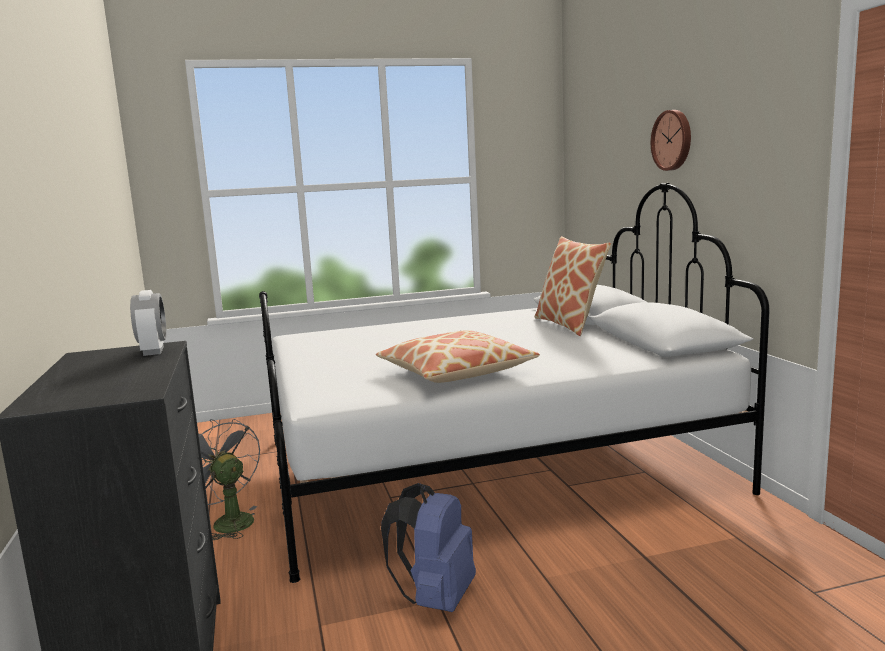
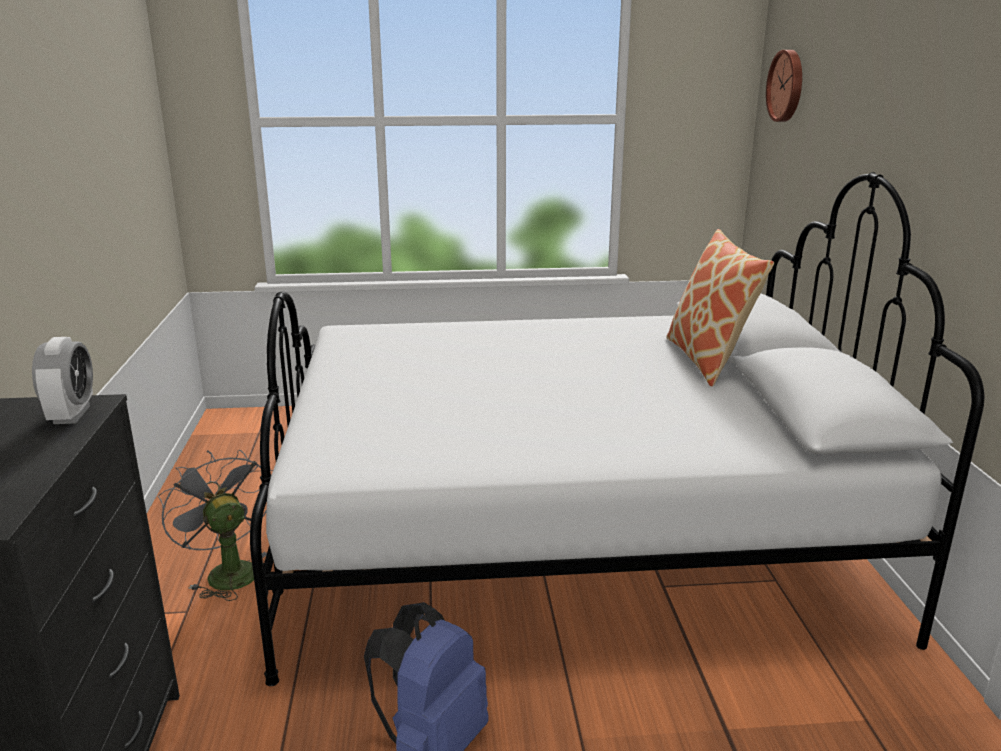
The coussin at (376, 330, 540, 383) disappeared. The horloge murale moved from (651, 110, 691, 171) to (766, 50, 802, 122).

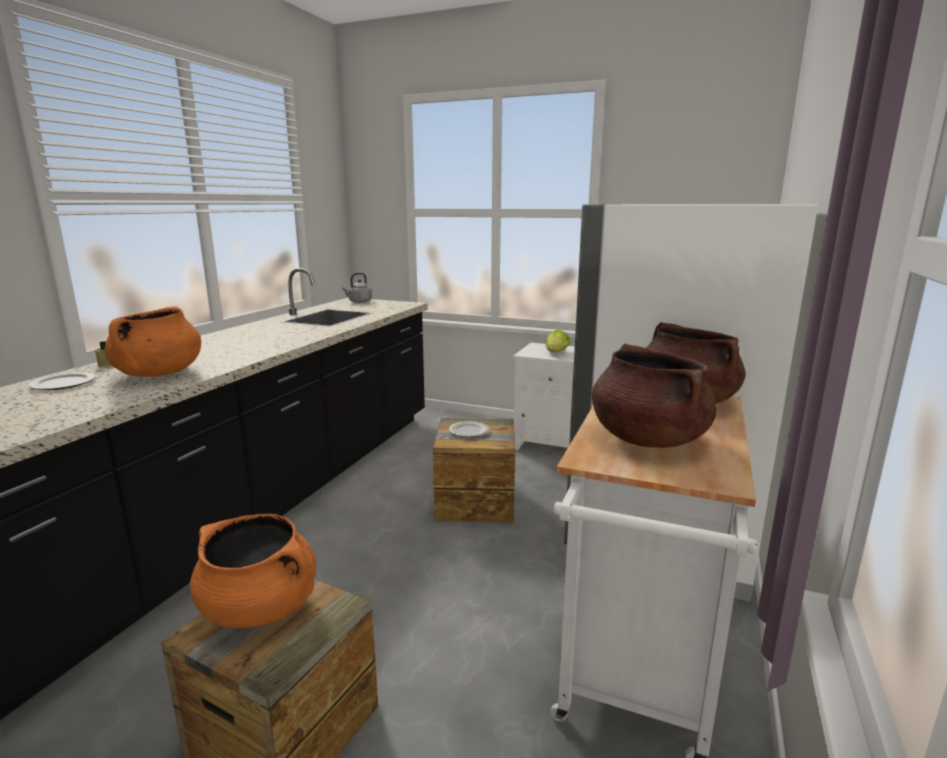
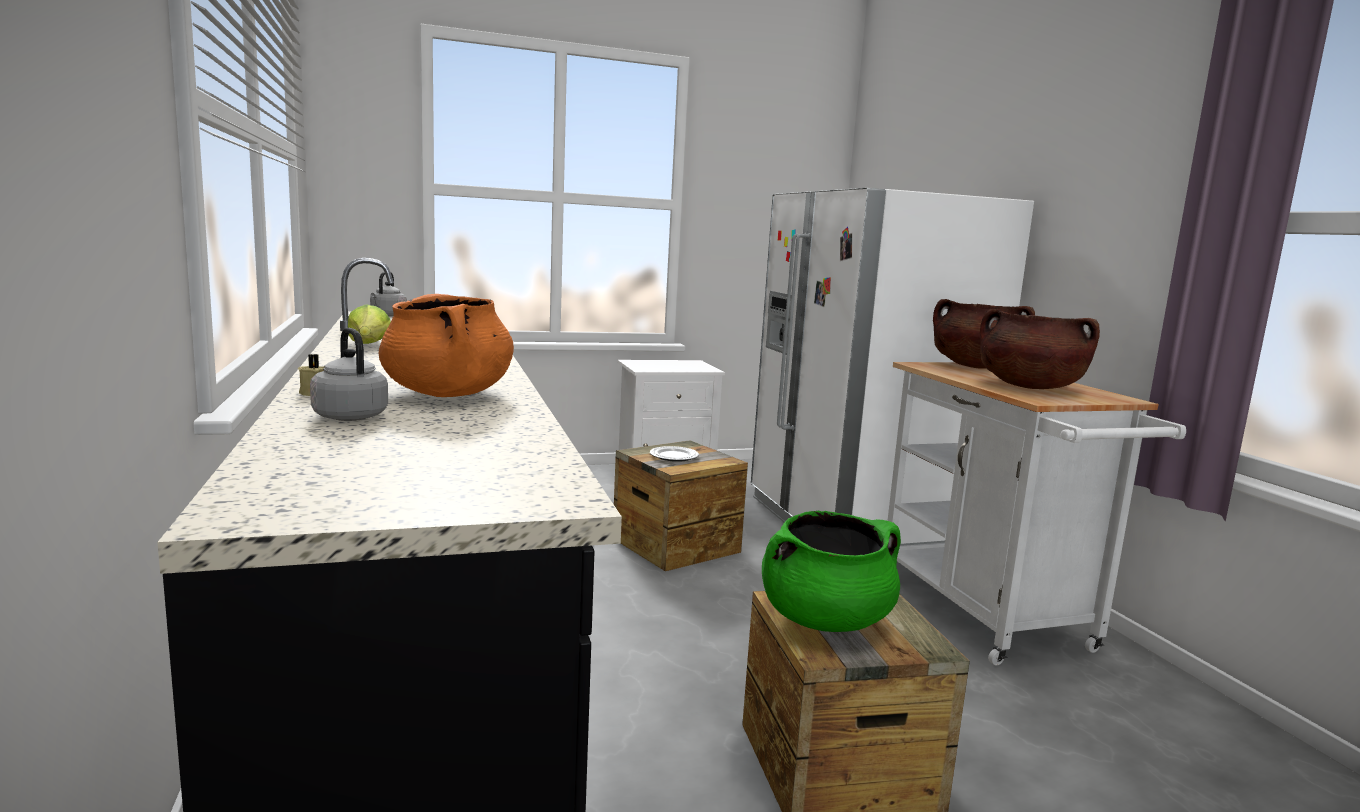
The assiette at (28, 372, 95, 390) was replaced by the bouilloire/gris at (310, 328, 388, 421). The marmite/orange at (190, 514, 316, 628) became the marmite/vert at (762, 510, 901, 632). The laitue moved from (546, 330, 571, 352) to (348, 304, 391, 344).

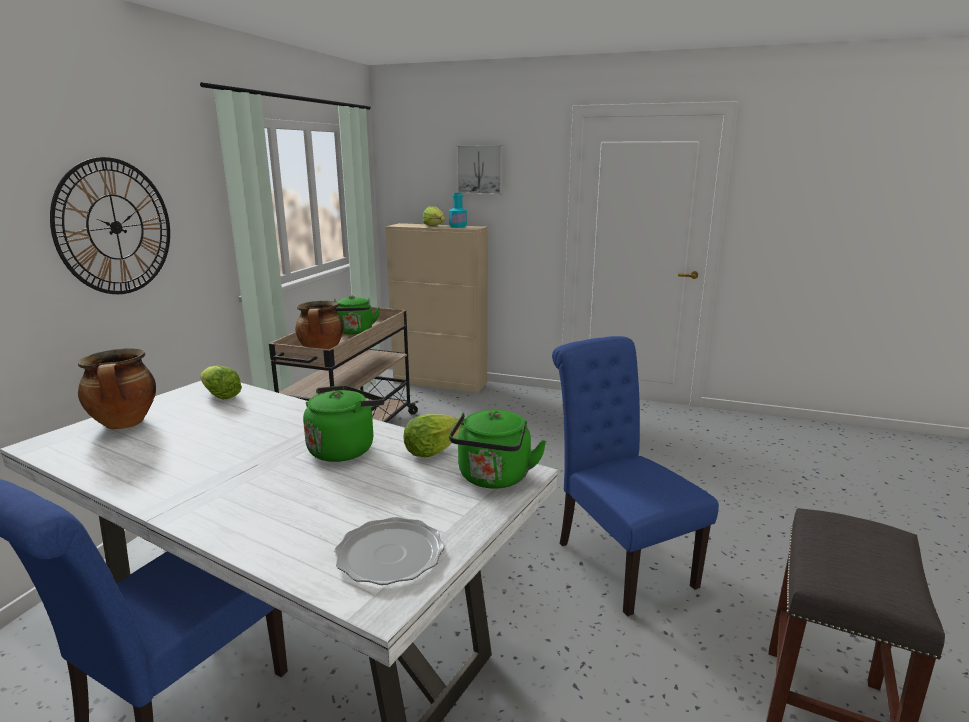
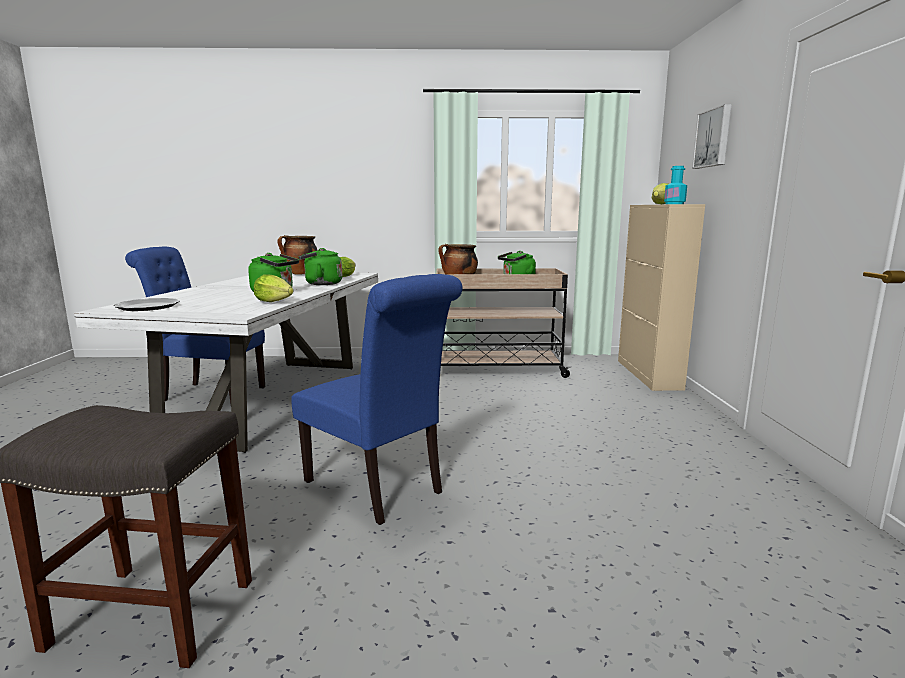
The horloge murale at (50, 157, 170, 294) disappeared. The bouilloire/vert moved from (449, 410, 547, 489) to (299, 248, 342, 285). The chaise/bleu at (552, 336, 719, 616) turned 90 degrees clockwise.

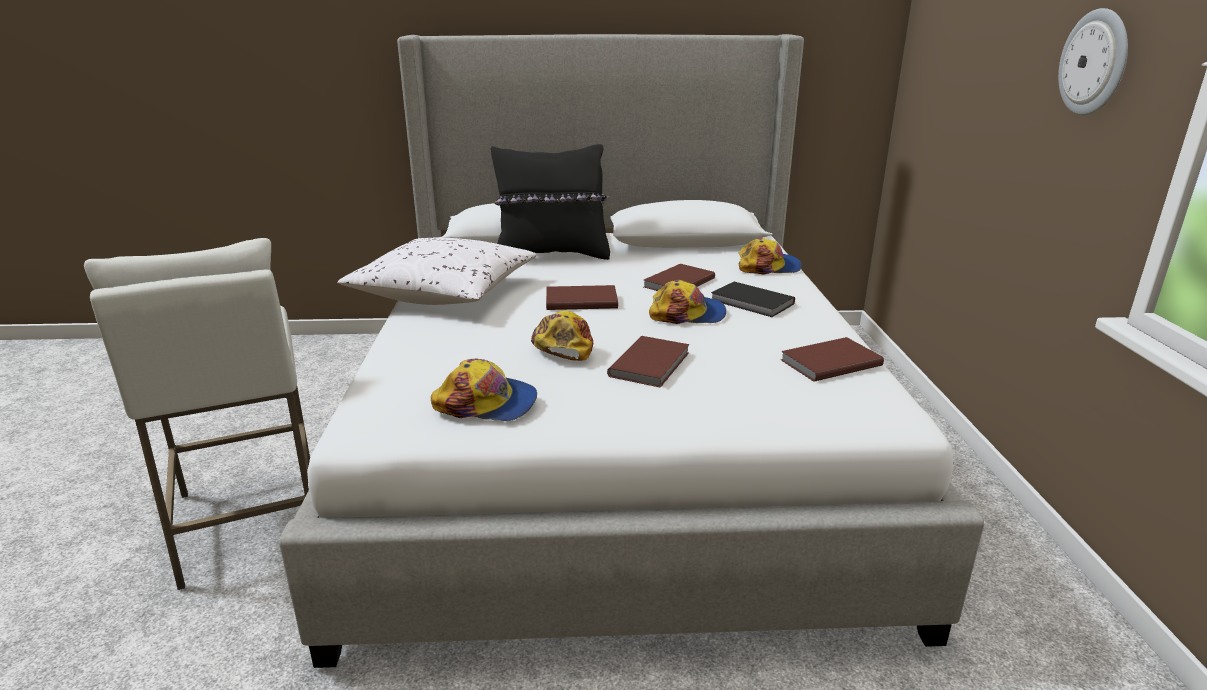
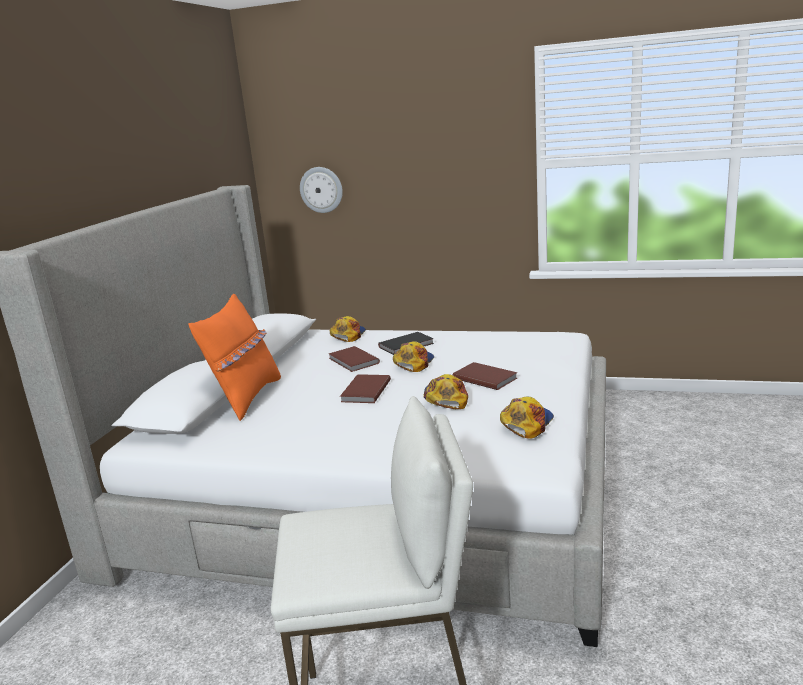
The coussin/blanc at (337, 238, 536, 305) disappeared. The coussin/noir at (491, 144, 610, 260) became the coussin/orange at (188, 294, 281, 421). The casquette at (531, 311, 593, 361) turned 75 degrees clockwise. The livre/marron at (781, 337, 884, 382) disappeared. The horloge murale moved from (1058, 8, 1128, 115) to (300, 167, 343, 213).

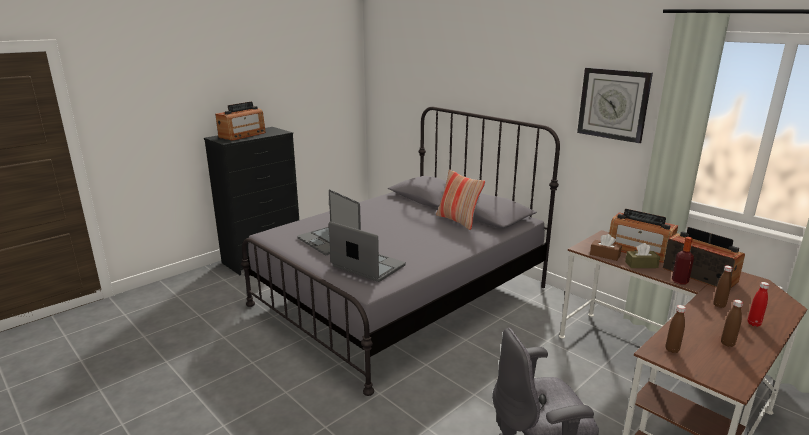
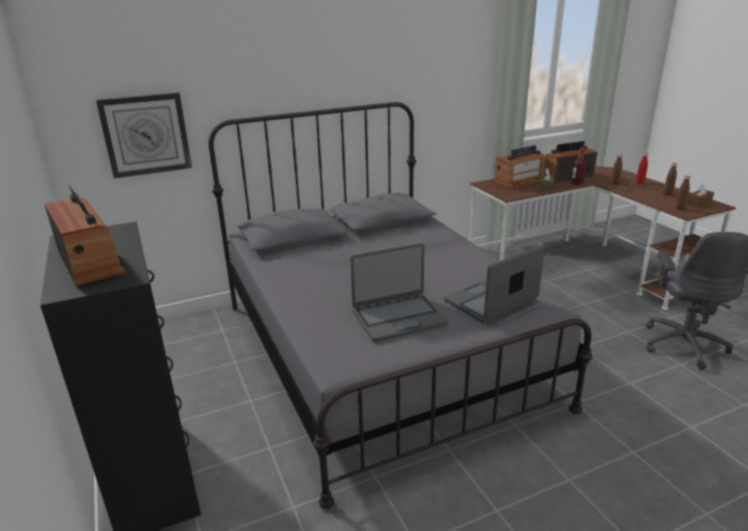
The coussin at (436, 170, 485, 230) disappeared. The horloge murale moved from (577, 67, 653, 143) to (96, 92, 192, 178). The boîte à mouchoirs/marron moved from (590, 234, 622, 261) to (687, 183, 714, 208).

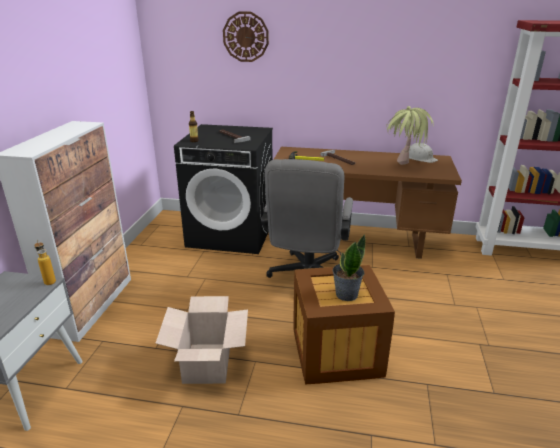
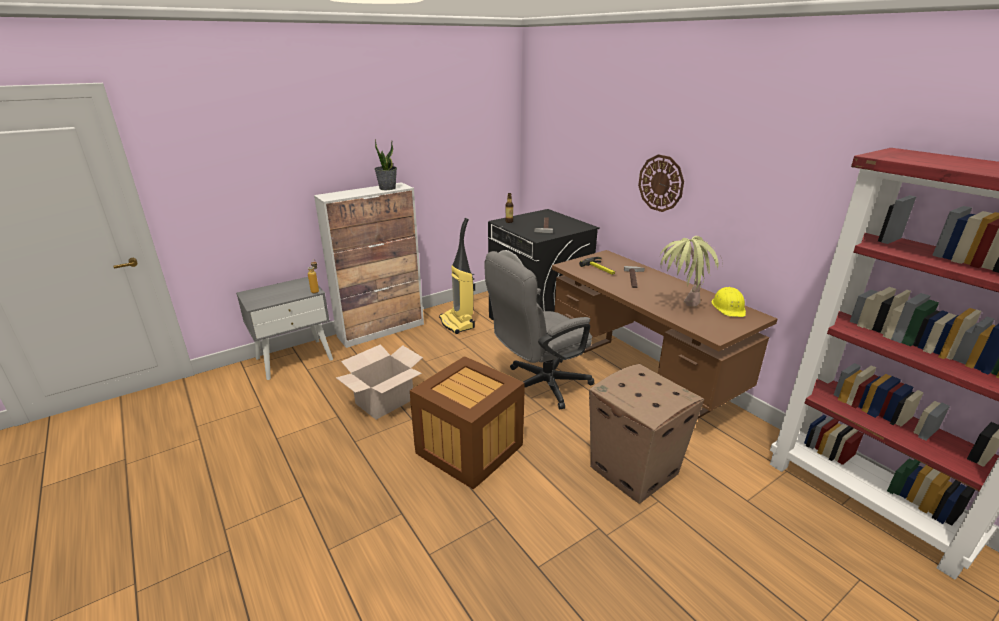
The horloge murale moved from (223, 12, 269, 62) to (638, 154, 684, 212). The plante en pot moved from (333, 234, 365, 301) to (375, 139, 397, 190). The casque de chantier/blanc at (409, 143, 438, 163) became the casque de chantier/jaune at (712, 287, 746, 317). The aspirateur at (439, 218, 475, 334) appeared. The carton at (589, 364, 704, 504) appeared.

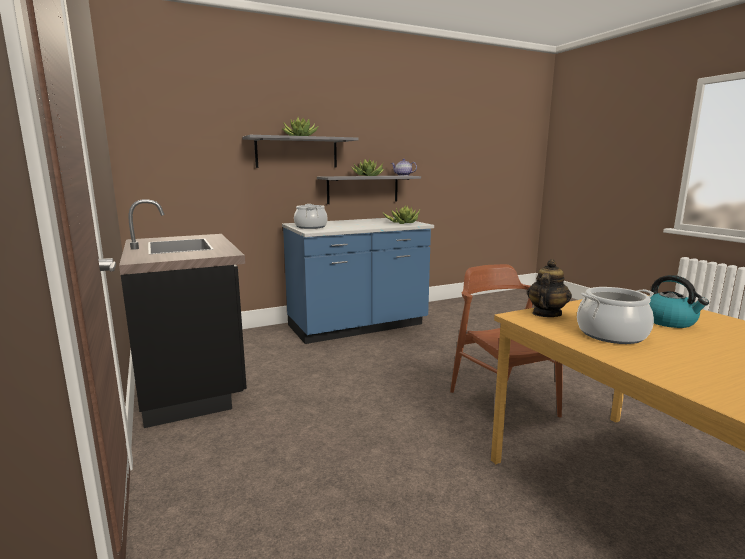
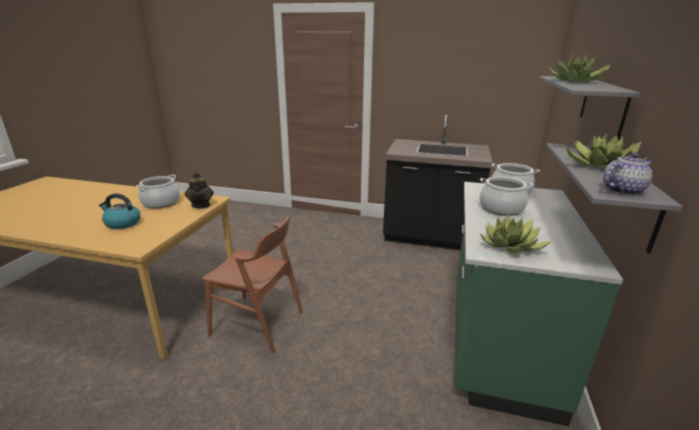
The comptoir de cuisine/bleu at (282, 217, 434, 344) became the comptoir de cuisine/vert at (454, 182, 623, 426). The marmite at (480, 177, 534, 216) appeared.

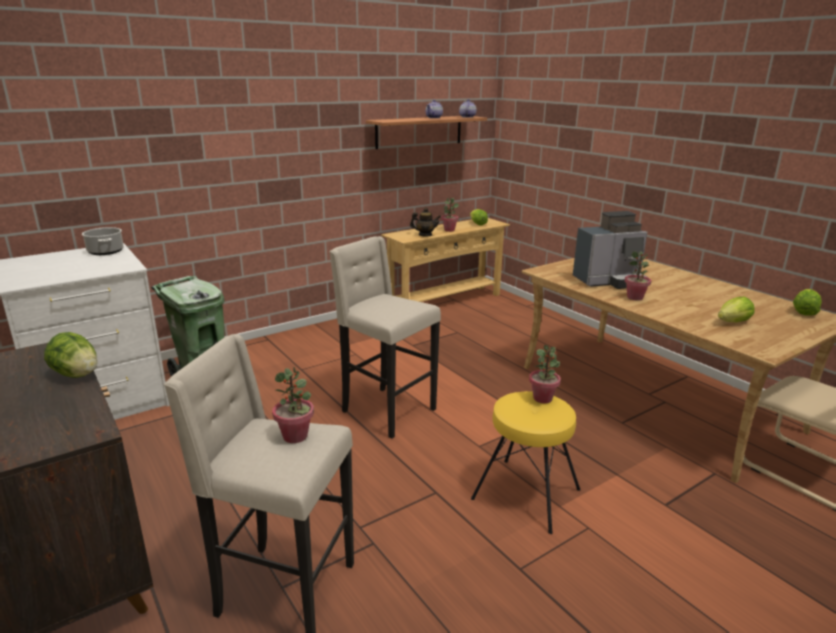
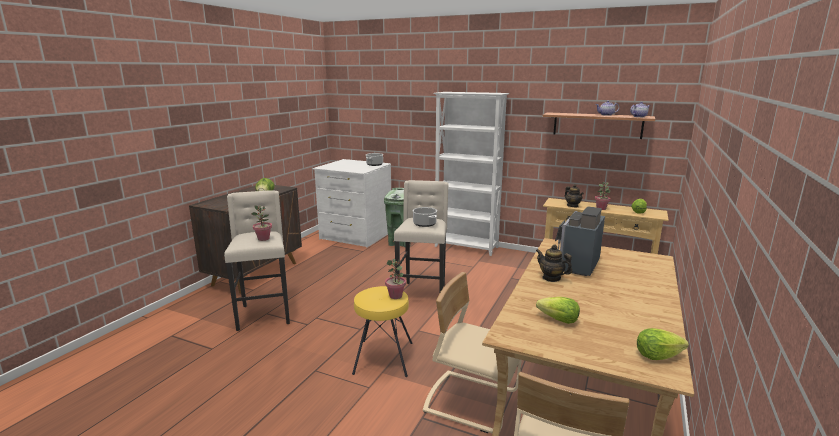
The machine à café at (573, 211, 647, 289) turned 75 degrees clockwise. The plante en pot at (625, 251, 652, 301) was replaced by the théière at (536, 244, 572, 282). The marmite at (412, 207, 437, 227) appeared. The chaise/beige at (423, 272, 522, 433) appeared. The bibliothèque/blanc at (433, 92, 509, 256) appeared.

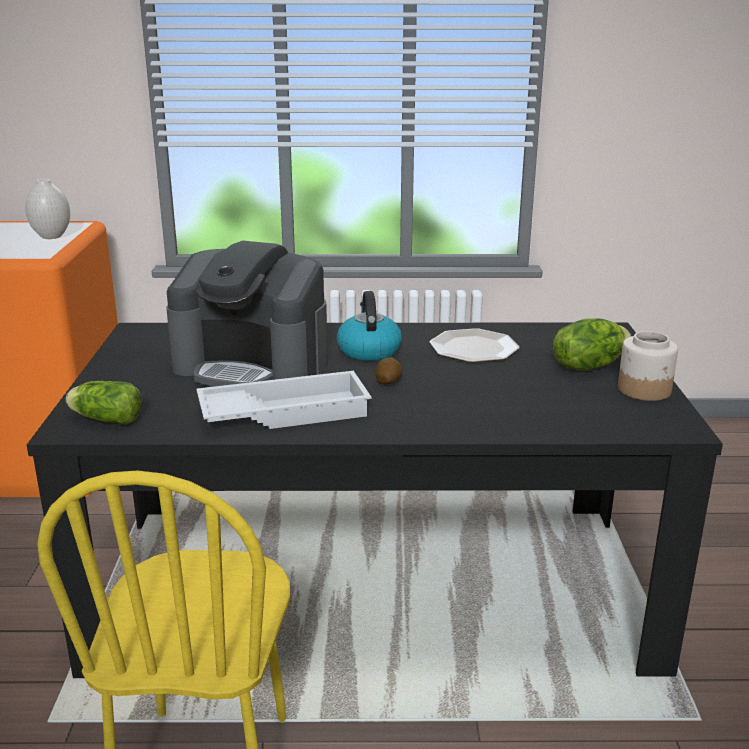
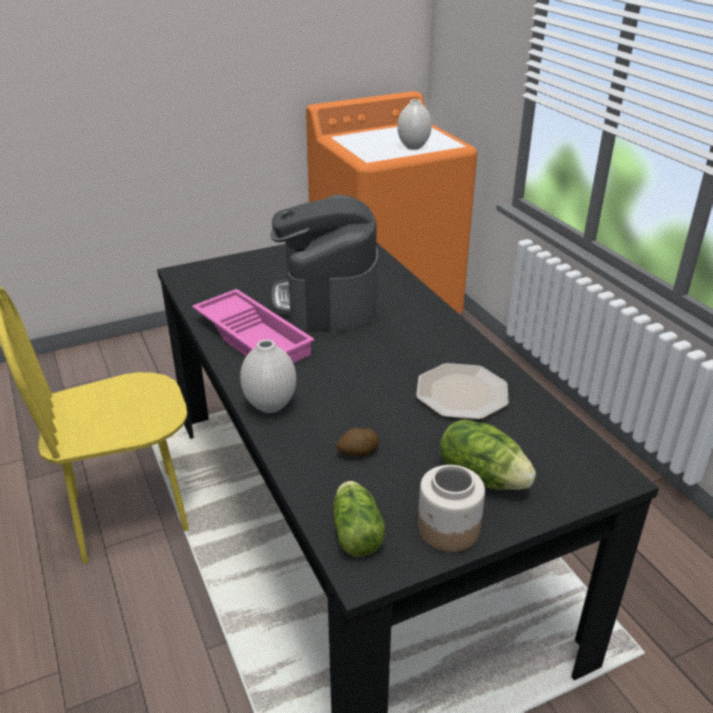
The laitue moved from (66, 381, 141, 425) to (333, 481, 385, 557). The plateau/blanc at (196, 371, 371, 429) became the plateau/rose at (192, 289, 315, 363). The bouilloire at (337, 291, 402, 361) disappeared. The pomme de terre moved from (375, 357, 403, 384) to (336, 428, 379, 457). The vase/blanc at (240, 340, 296, 413) appeared.

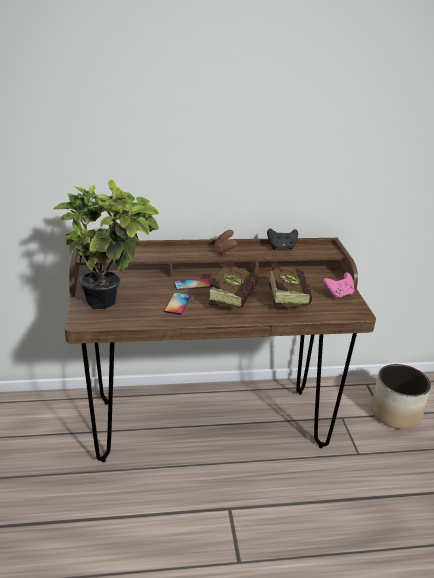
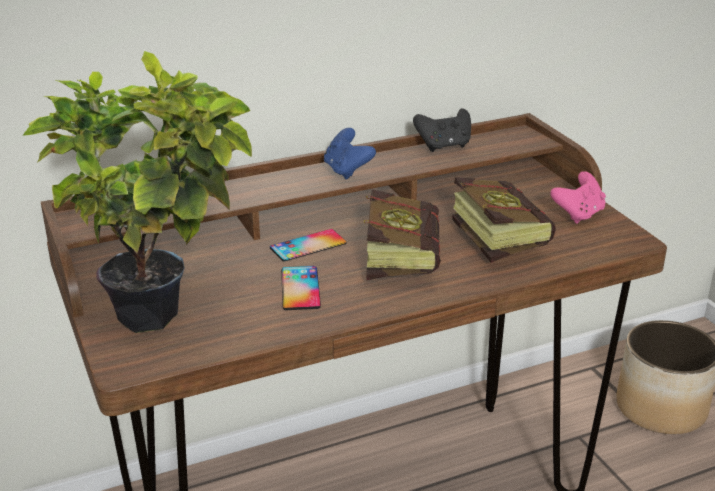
The manette/marron at (215, 230, 238, 255) became the manette/bleu at (324, 128, 376, 179).

